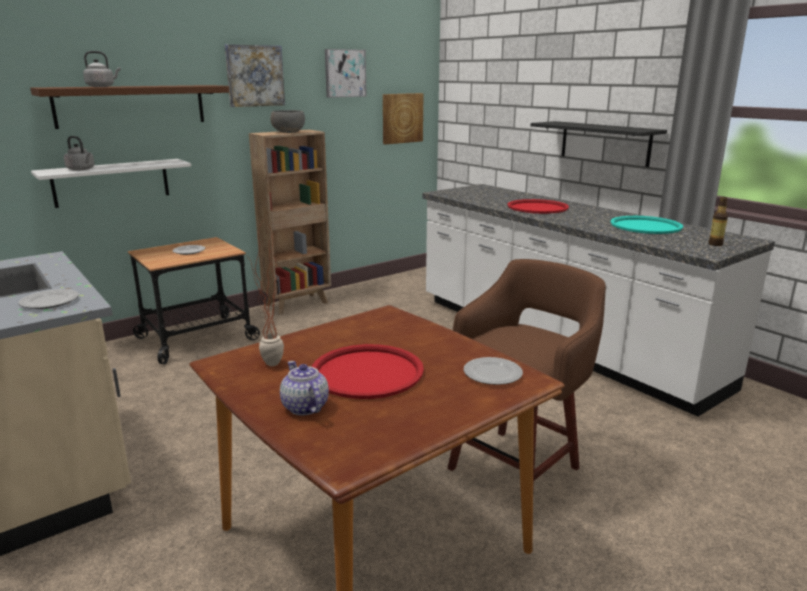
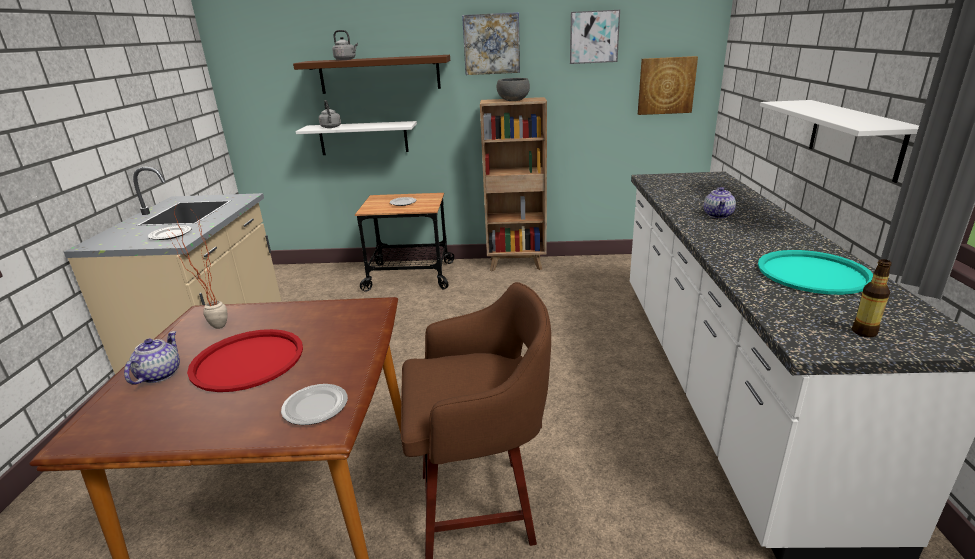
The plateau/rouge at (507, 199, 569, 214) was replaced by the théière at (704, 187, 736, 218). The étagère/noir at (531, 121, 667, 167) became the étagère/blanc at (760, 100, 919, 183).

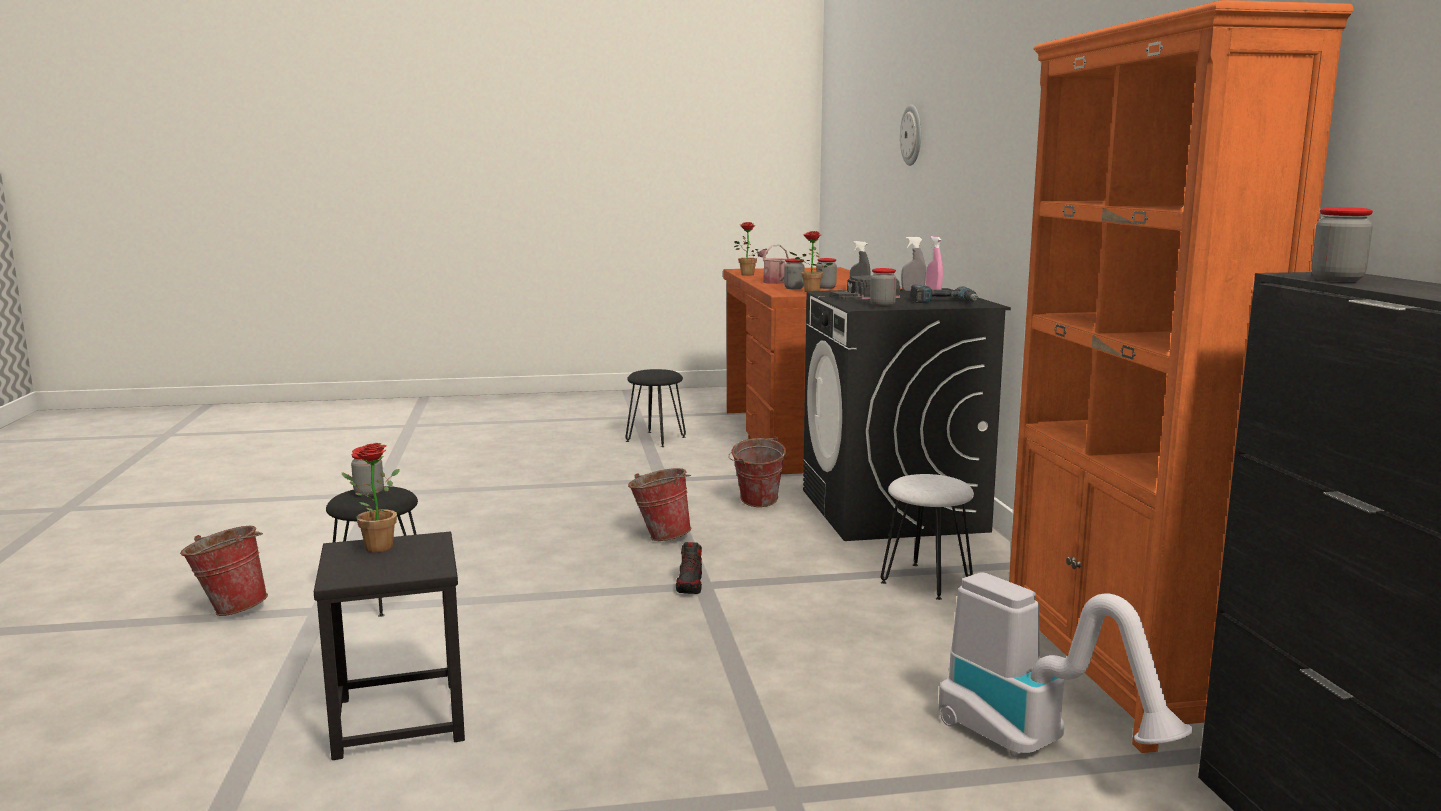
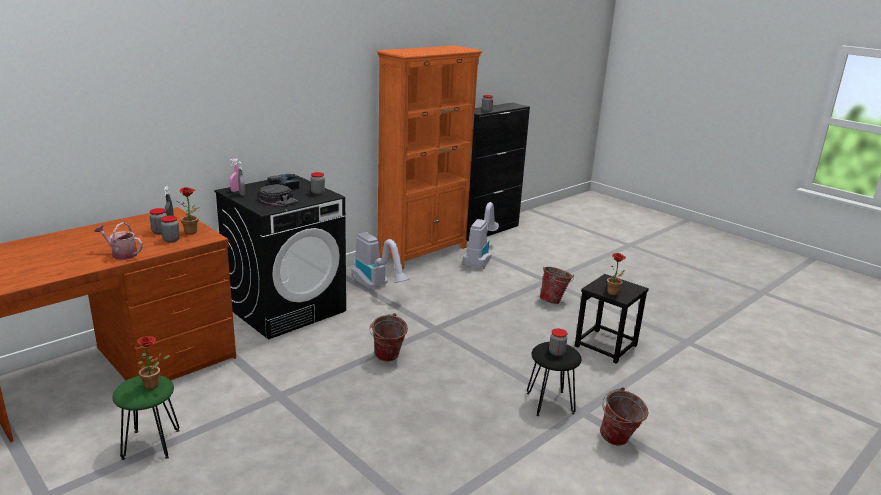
The tabouret/noir at (625, 369, 686, 447) became the tabouret/vert at (112, 375, 180, 460). The chaussure at (676, 542, 702, 594) disappeared. The seau moved from (729, 437, 786, 507) to (539, 267, 574, 304). The plante en pot moved from (734, 222, 767, 276) to (137, 336, 170, 390). The arrosoir at (757, 245, 789, 284) turned 75 degrees clockwise. The tabouret/blanc at (881, 474, 974, 600) was replaced by the aspirateur at (351, 232, 410, 289). The horloge murale at (900, 105, 921, 166) disappeared.

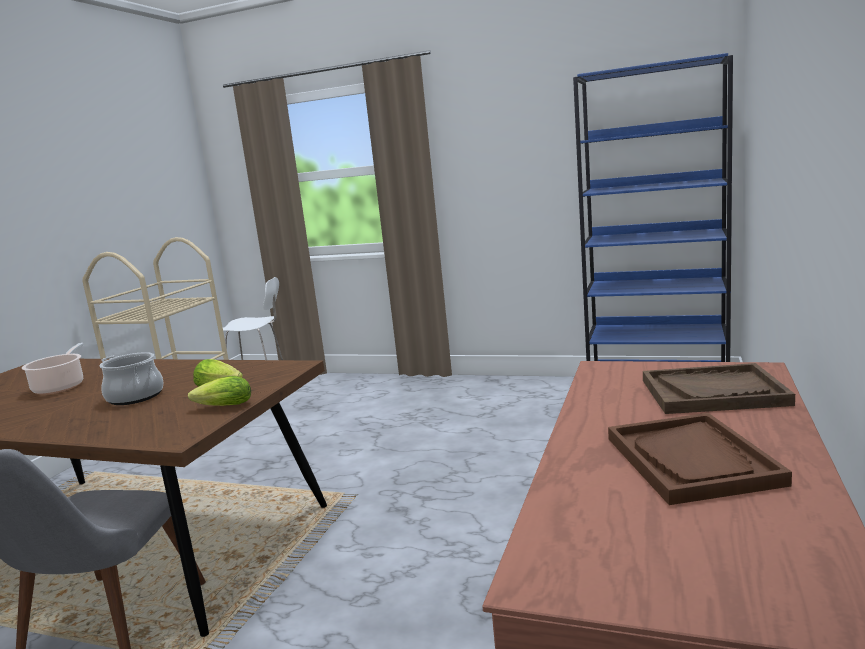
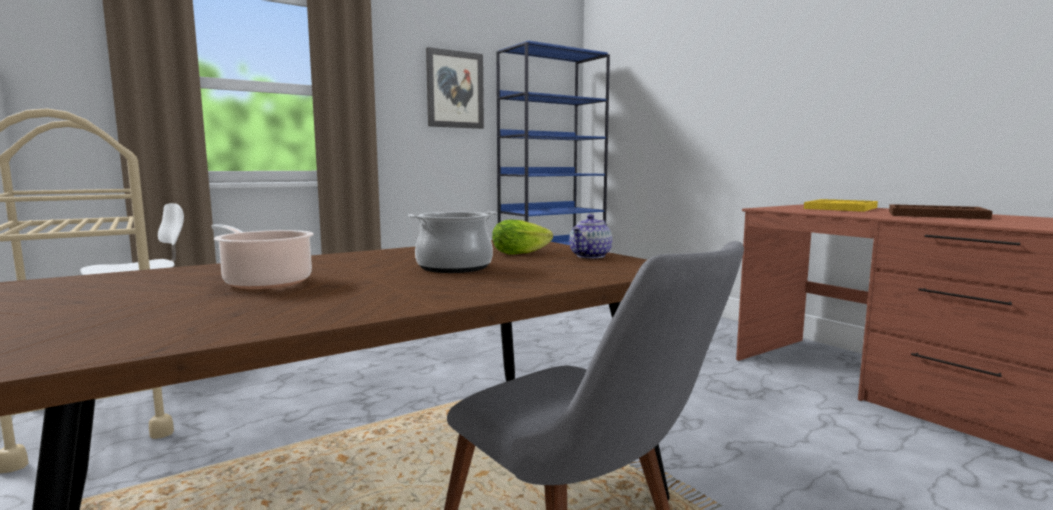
The laitue at (188, 376, 251, 406) was replaced by the théière at (569, 214, 612, 258). The plateau/marron at (643, 363, 795, 414) became the plateau/jaune at (804, 199, 878, 212). The tableau at (426, 47, 484, 129) appeared.

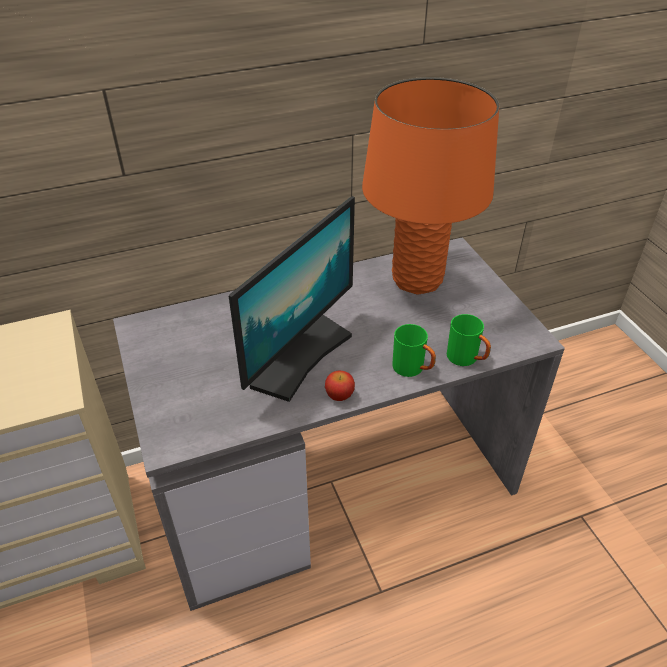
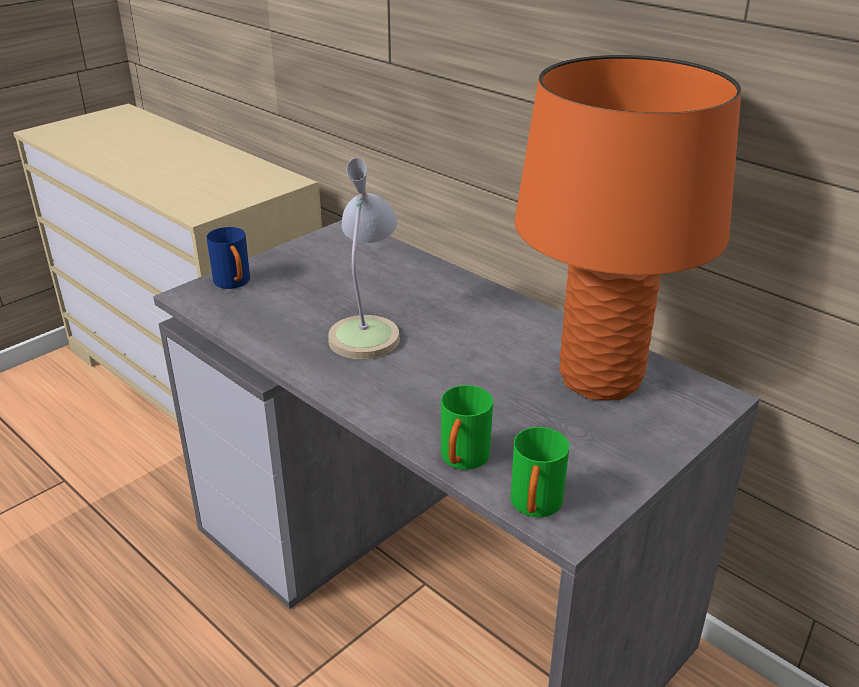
The écran d'ordinateur at (229, 196, 355, 402) was replaced by the lampe de table at (328, 158, 400, 360). The pomme at (325, 371, 355, 401) disappeared. The mug/vert moved from (392, 324, 436, 377) to (511, 427, 570, 517). The mug/bleu at (206, 227, 250, 289) appeared.

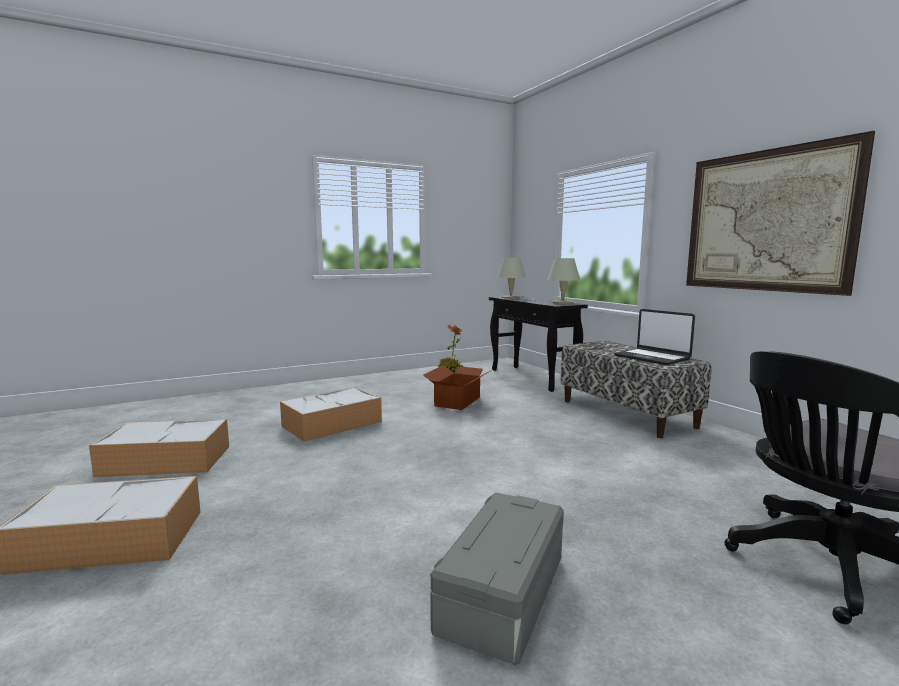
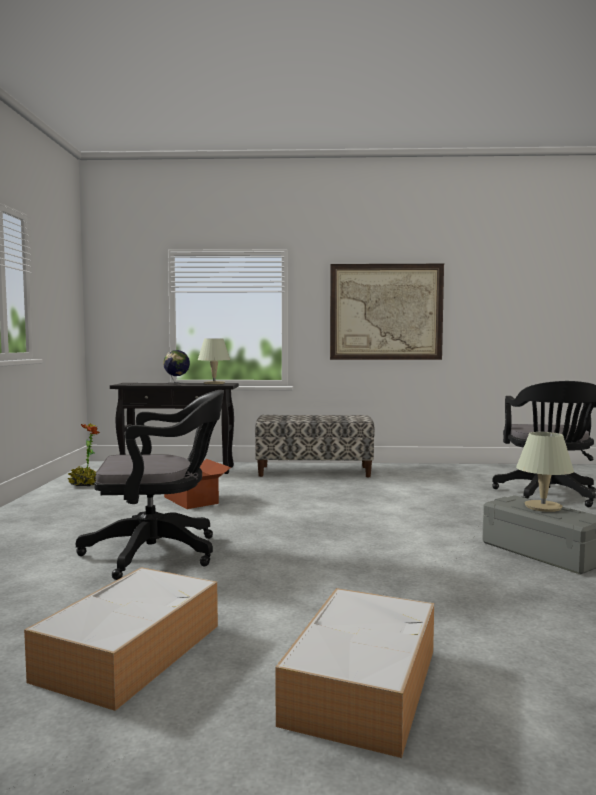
The boîte de rangement at (280, 387, 382, 442) was replaced by the chaise de bureau/noir at (76, 390, 224, 580). The lampe de table/beige moved from (497, 258, 526, 299) to (516, 432, 574, 512). The ordinateur portable at (614, 309, 695, 365) disappeared. The globe at (163, 350, 190, 384) appeared.

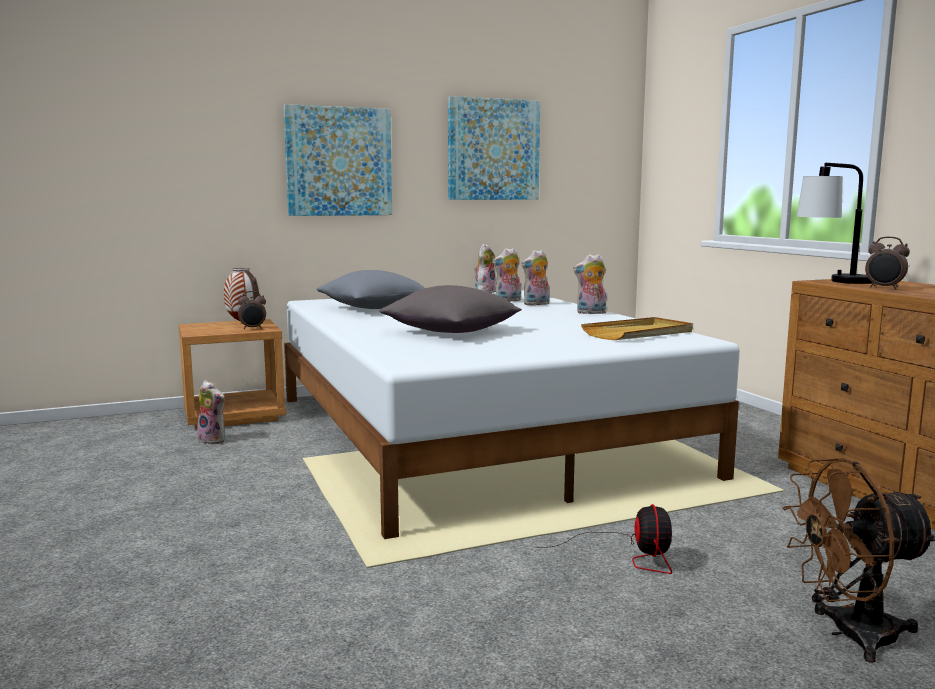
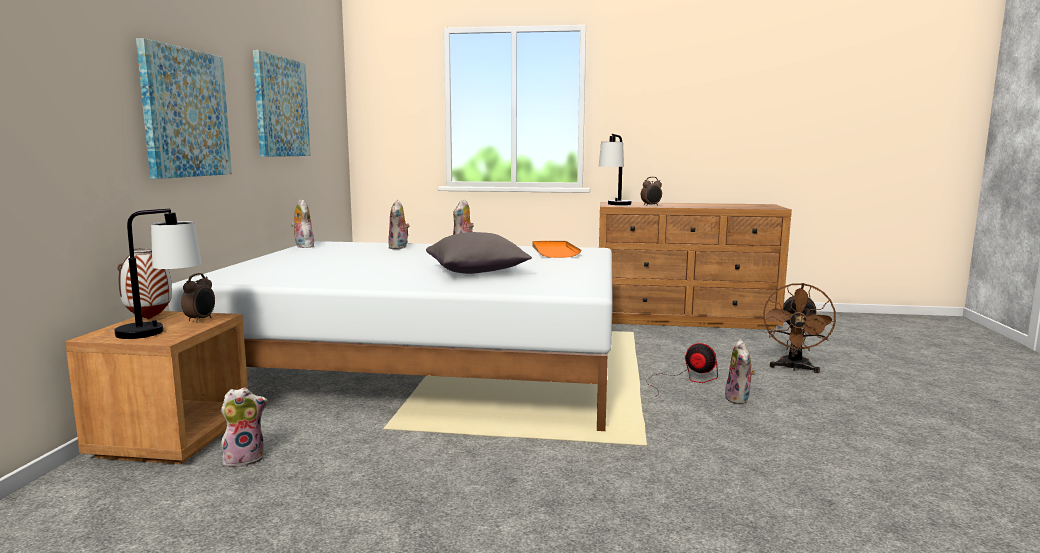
The coussin/gris at (317, 270, 425, 309) disappeared. The peluche moved from (492, 248, 521, 302) to (725, 339, 755, 405). The plateau/beige at (581, 317, 693, 340) became the plateau/orange at (532, 241, 581, 258). The lampe de table at (114, 209, 202, 339) appeared.

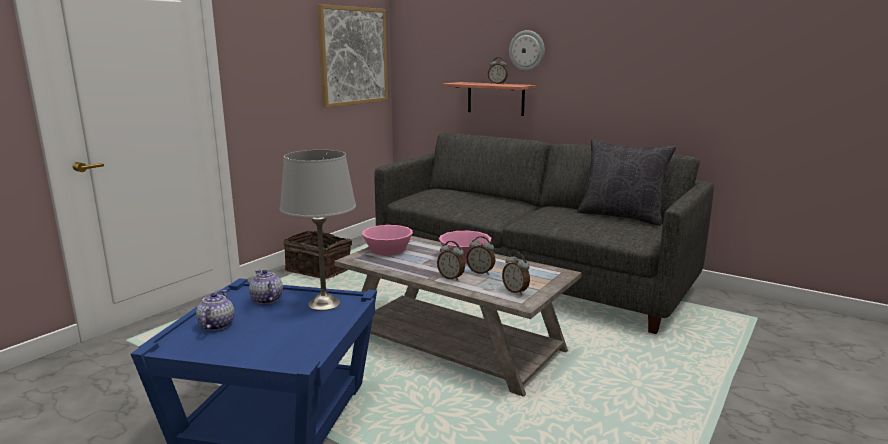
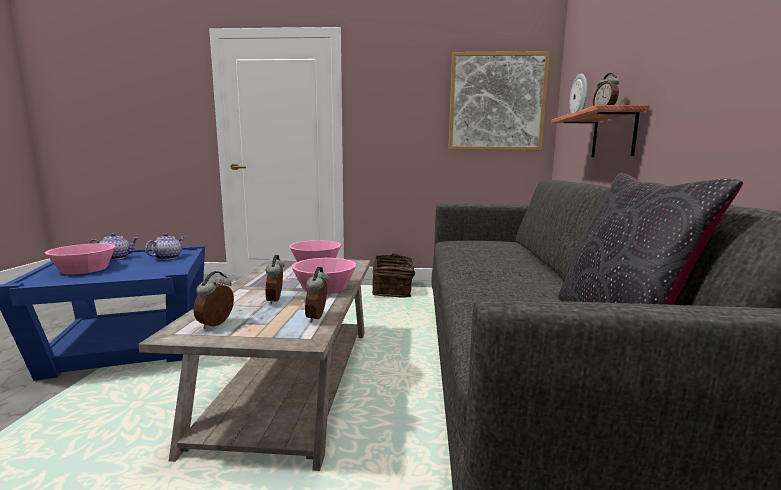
The lampe de table/gris at (280, 150, 356, 311) disappeared. The réveil moved from (437, 241, 465, 281) to (305, 267, 329, 323). The horloge murale moved from (509, 30, 545, 71) to (569, 74, 587, 113). The bol/rose at (44, 243, 116, 275) appeared.

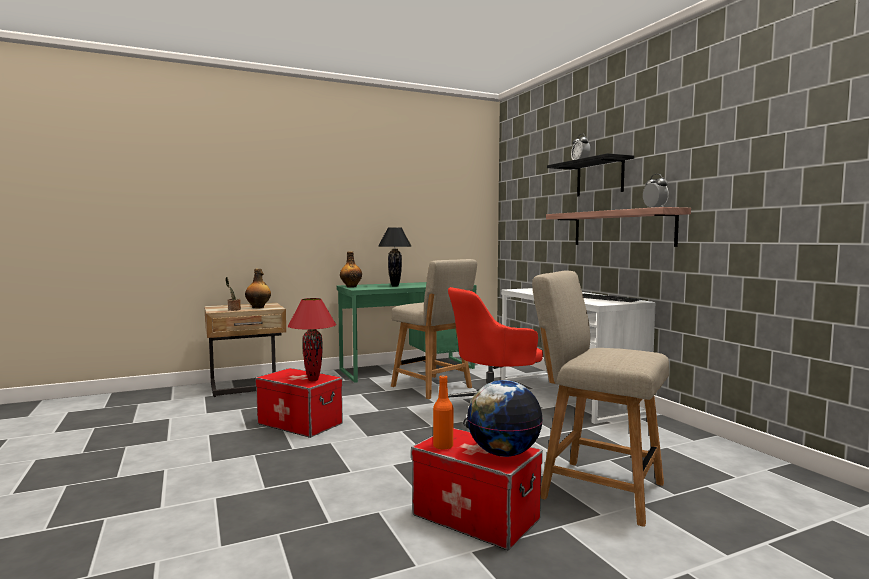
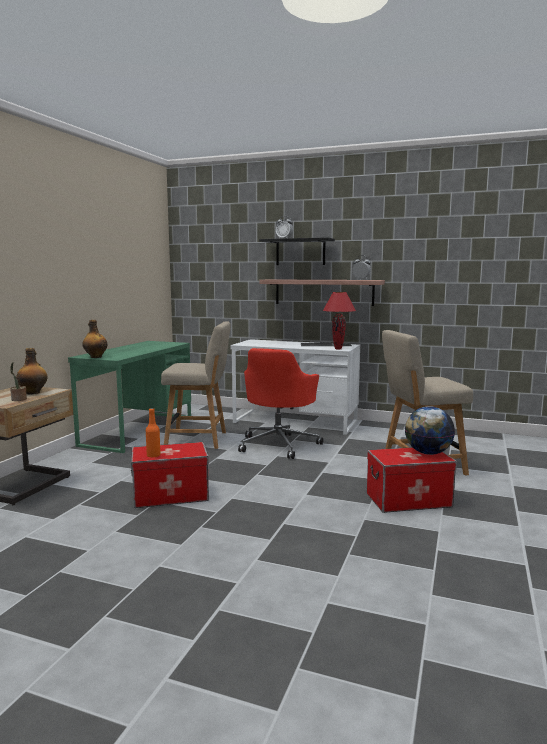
The lampe de table/rouge moved from (288, 298, 336, 381) to (323, 292, 356, 350). The lampe de table/noir at (378, 227, 412, 287) disappeared. The bouteille/orange moved from (433, 375, 453, 450) to (146, 408, 161, 458).

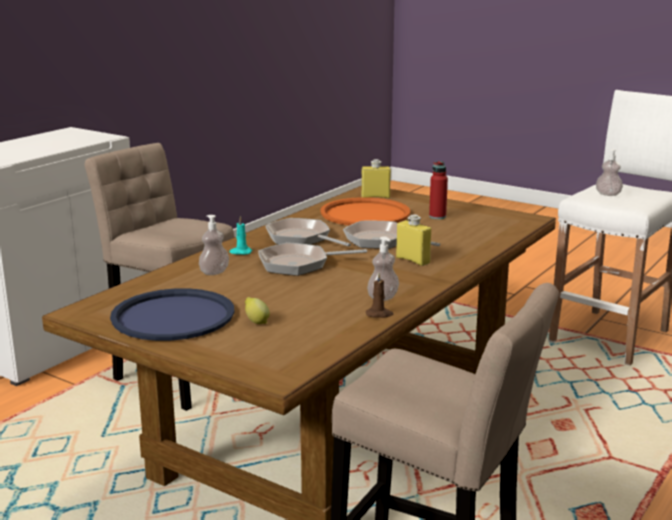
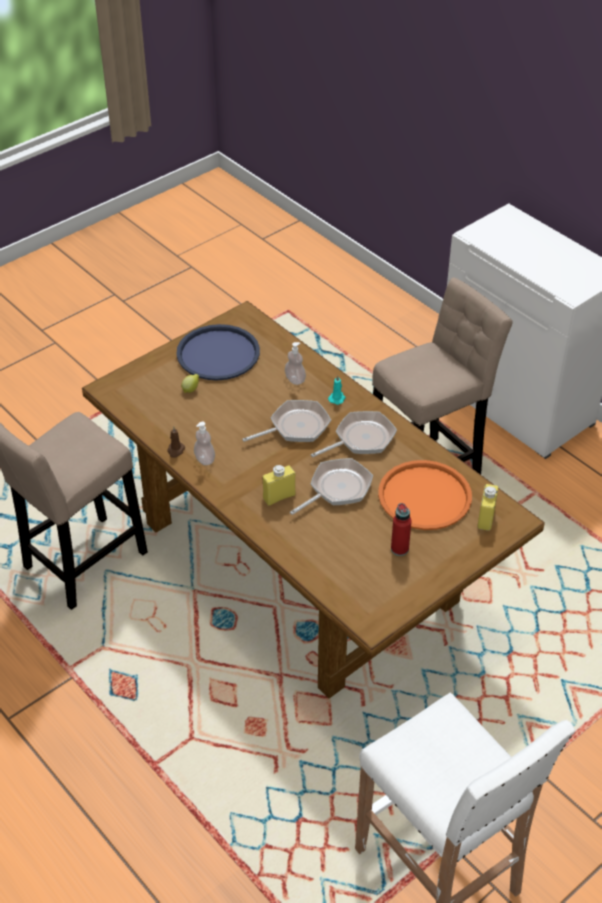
The poêle at (259, 242, 367, 276) turned 60 degrees clockwise. The distributeur de savon at (596, 149, 623, 196) disappeared.

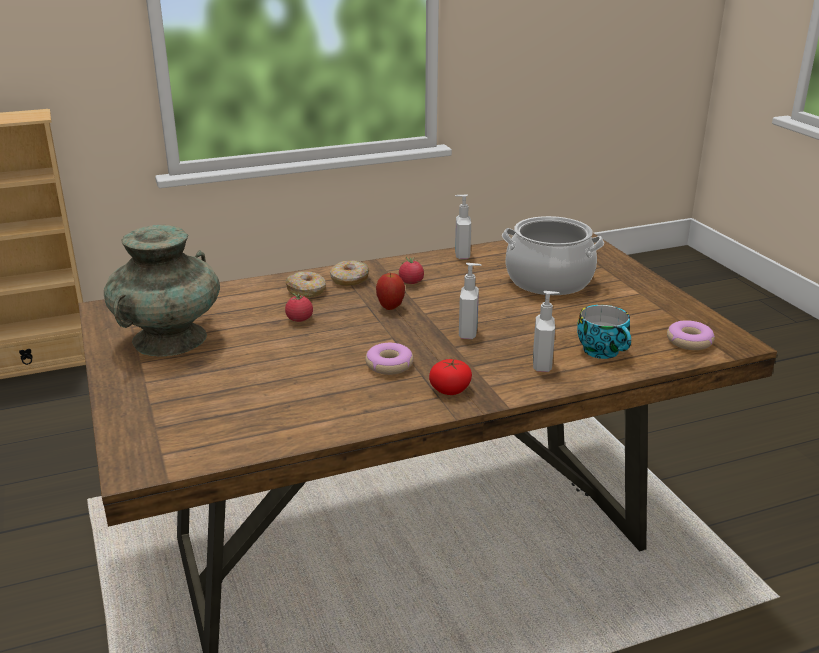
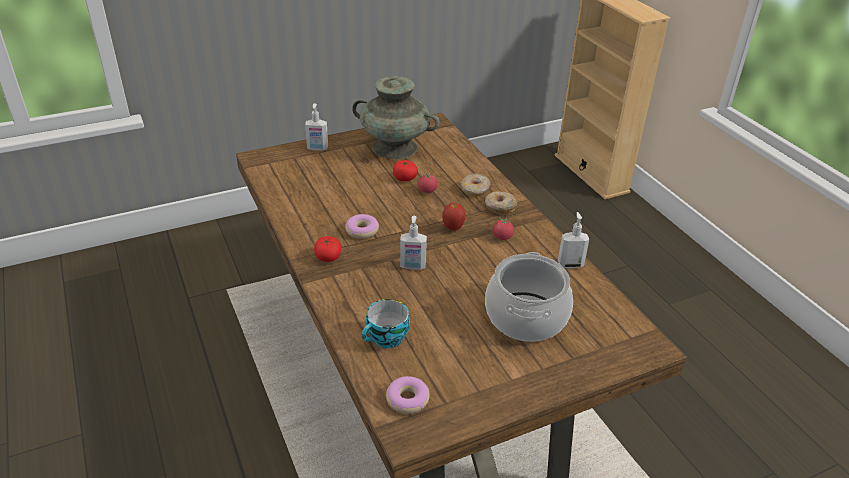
The distributeur de savon moved from (533, 291, 560, 372) to (305, 103, 328, 151). The tomate at (393, 160, 418, 182) appeared.

